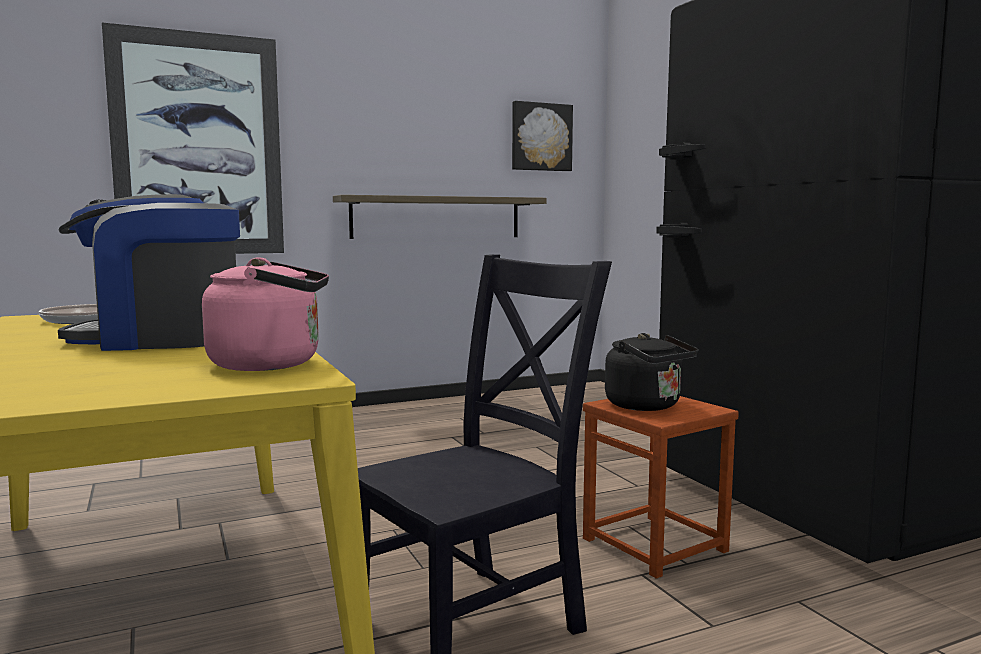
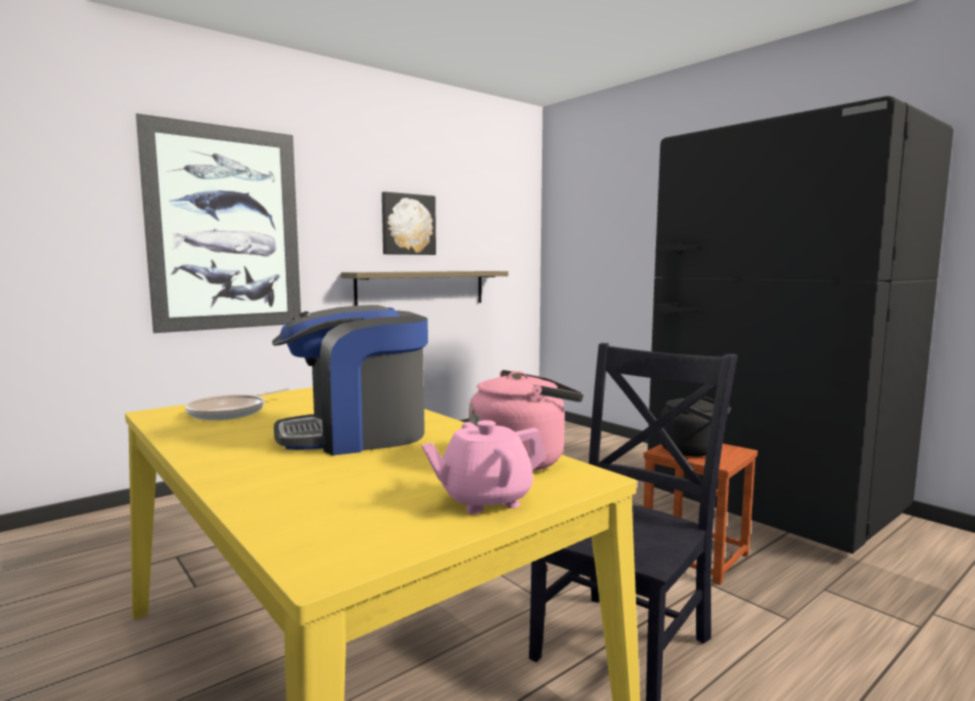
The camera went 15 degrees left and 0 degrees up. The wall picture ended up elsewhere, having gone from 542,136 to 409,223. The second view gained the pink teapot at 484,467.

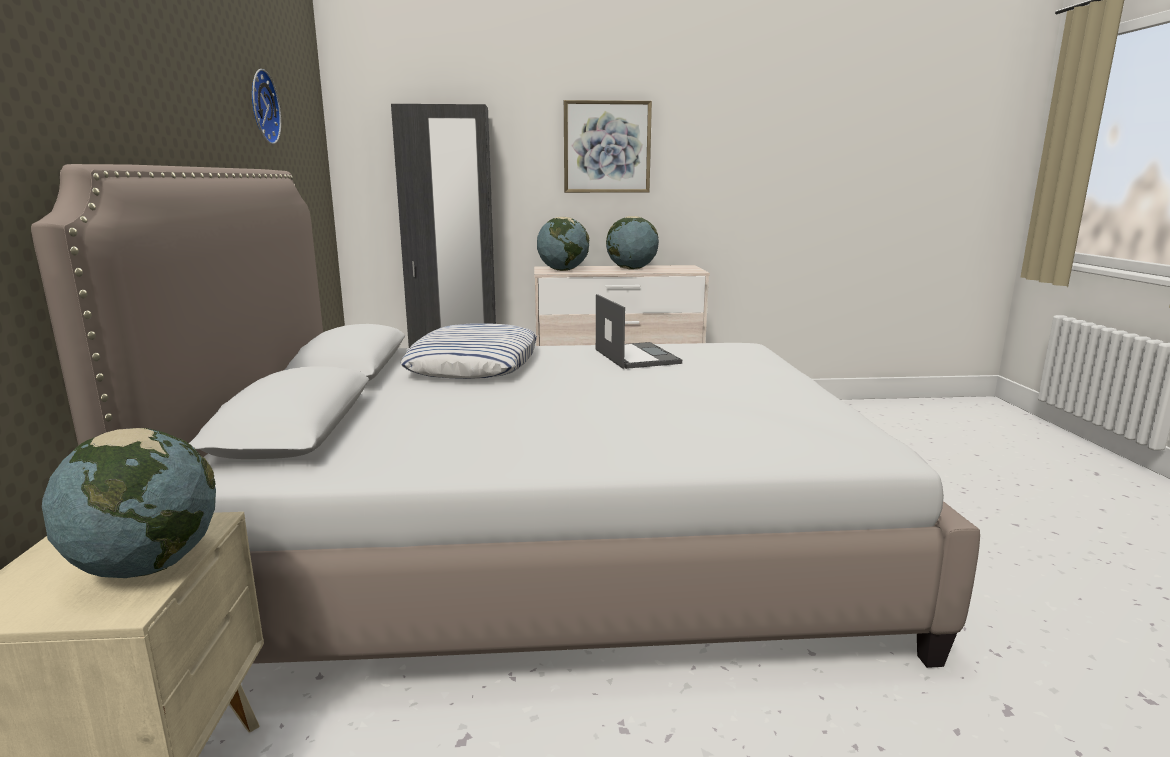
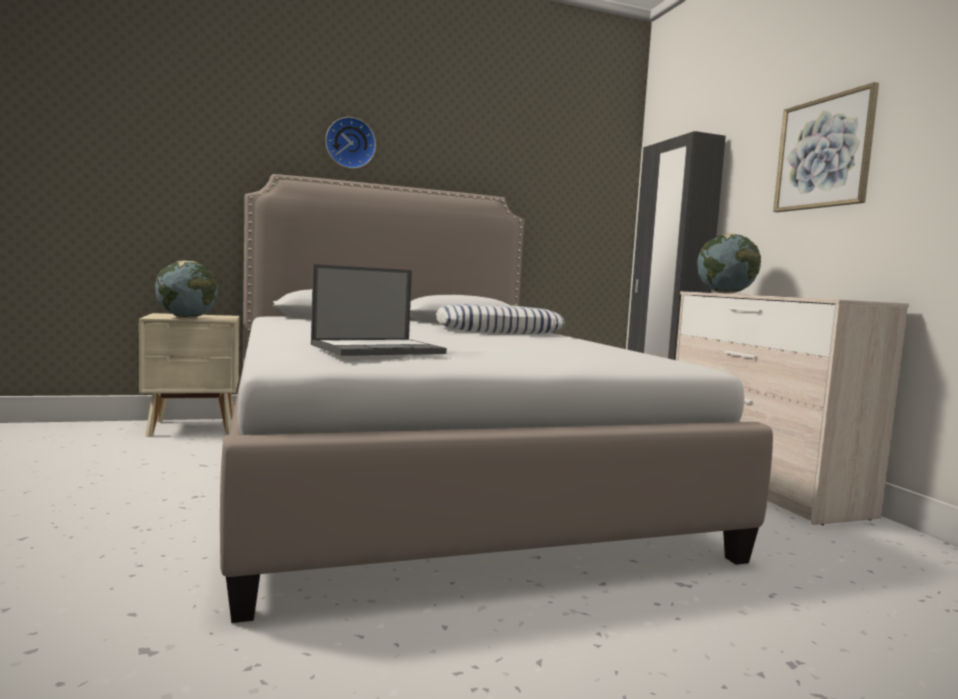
The camera went 75 degrees right and 10 degrees down. The clock on the wall ended up elsewhere, having gone from 266,106 to 350,143. The second view lost the world globe at 632,243. The portable computer ended up elsewhere, having gone from 639,331 to 379,310.

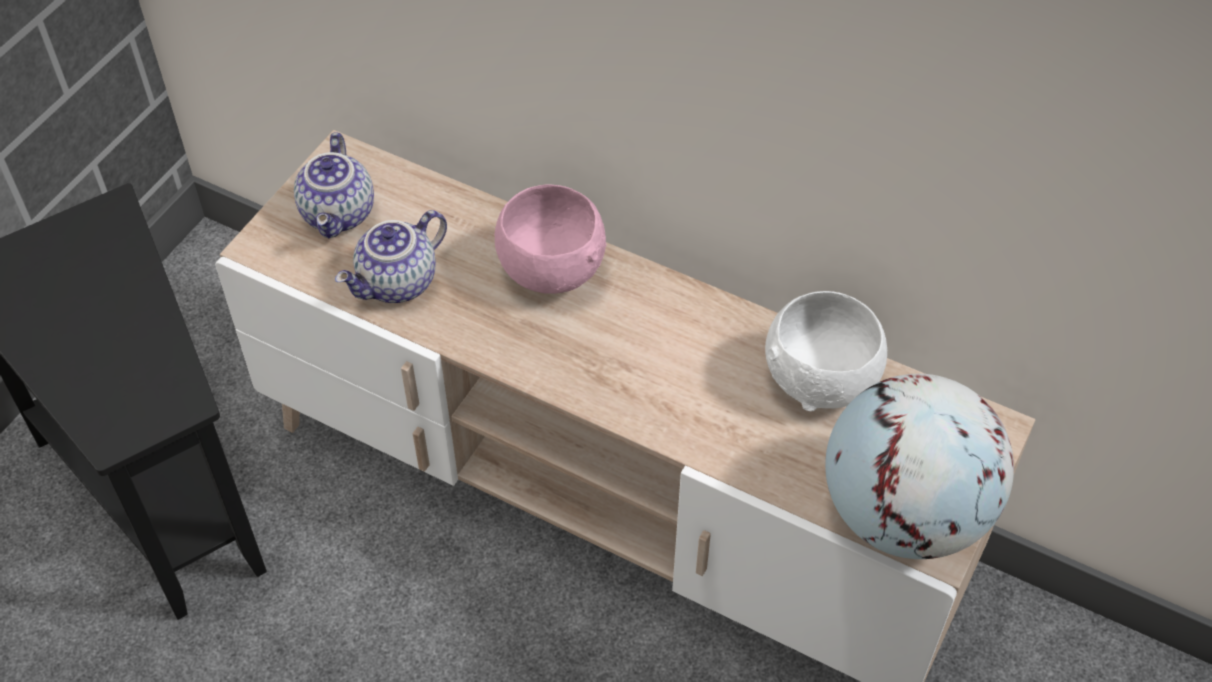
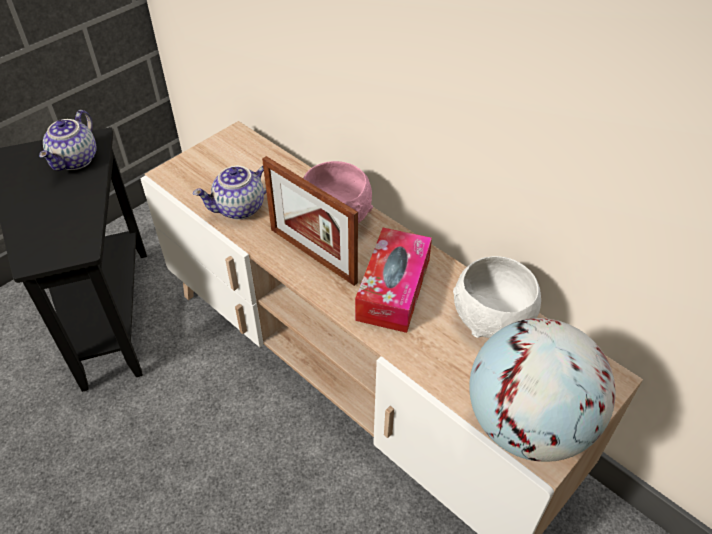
The camera went 15 degrees right and 5 degrees down. The teapot ended up elsewhere, having gone from 334,185 to 67,140. The second view gained the picture frame at 310,221. The second view gained the tissue holder at 393,280.

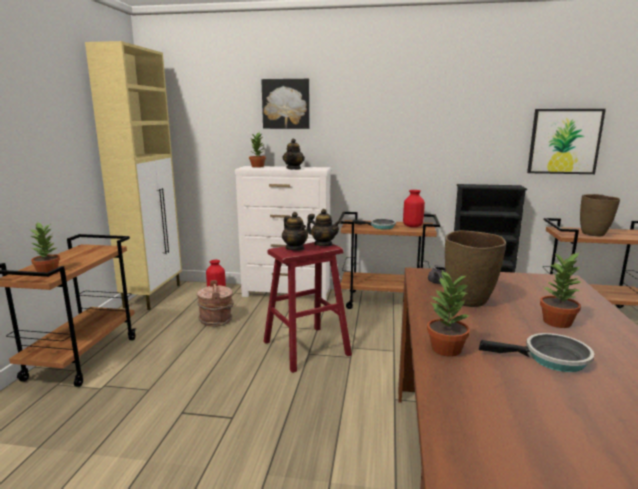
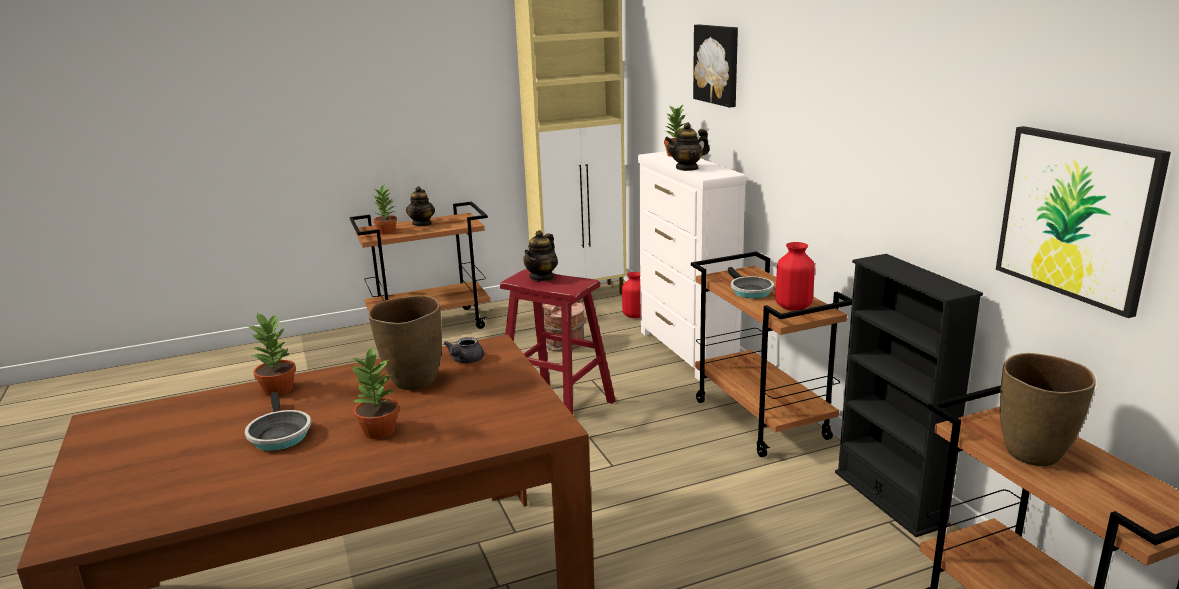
The camera went 60 degrees right and 5 degrees up. The teapot ended up elsewhere, having gone from 323,227 to 420,206.

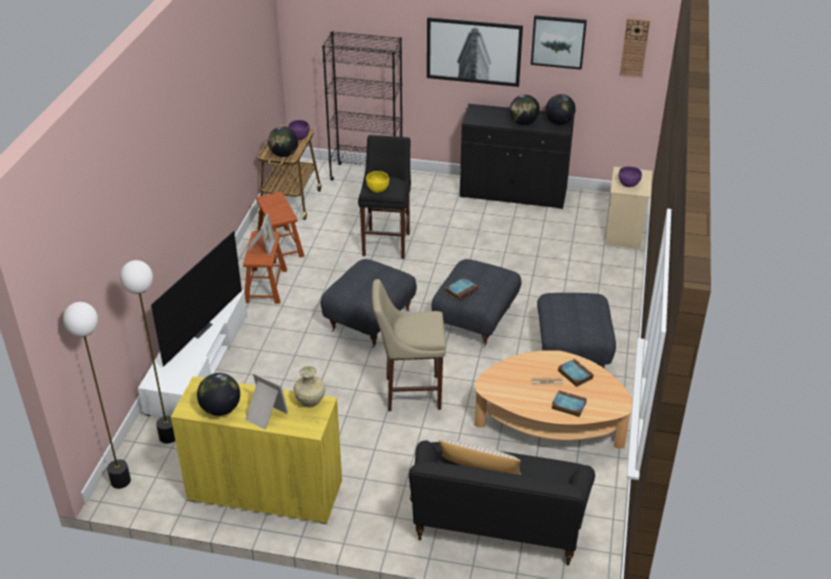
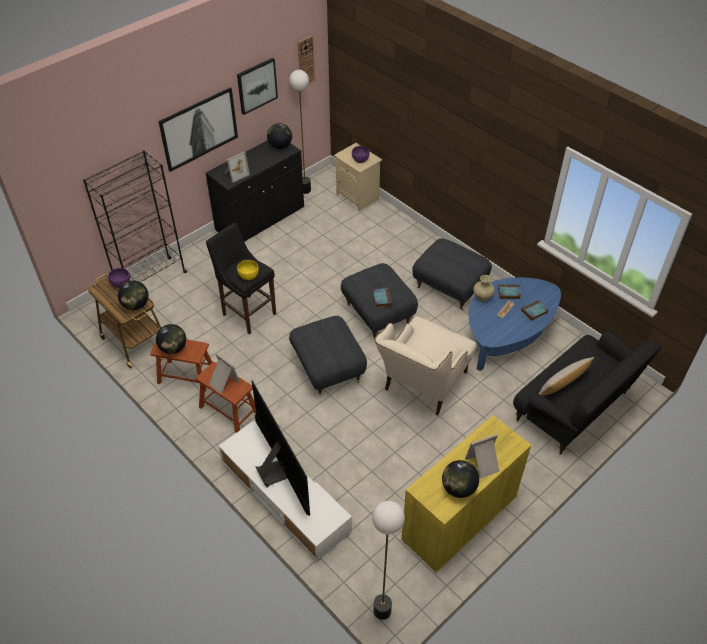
The camera went 55 degrees left and 10 degrees up. The world globe ended up elsewhere, having gone from 525,110 to 171,339. The standard lamp ended up elsewhere, having gone from 147,352 to 300,132. Where the sand-coloured sitting stool stood at 409,345, the sand-coloured easy chair came to stand at 426,366. What was the sand-coloured lounge table at 553,399 turned into the blue-coloured lounge table at 514,324. The sand-coloured decorative vase ended up elsewhere, having gone from 309,386 to 484,288. The second view gained the picture frame at 237,167.

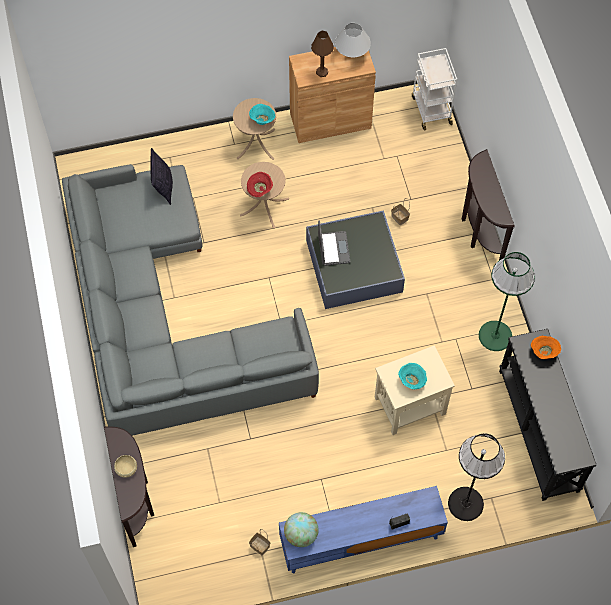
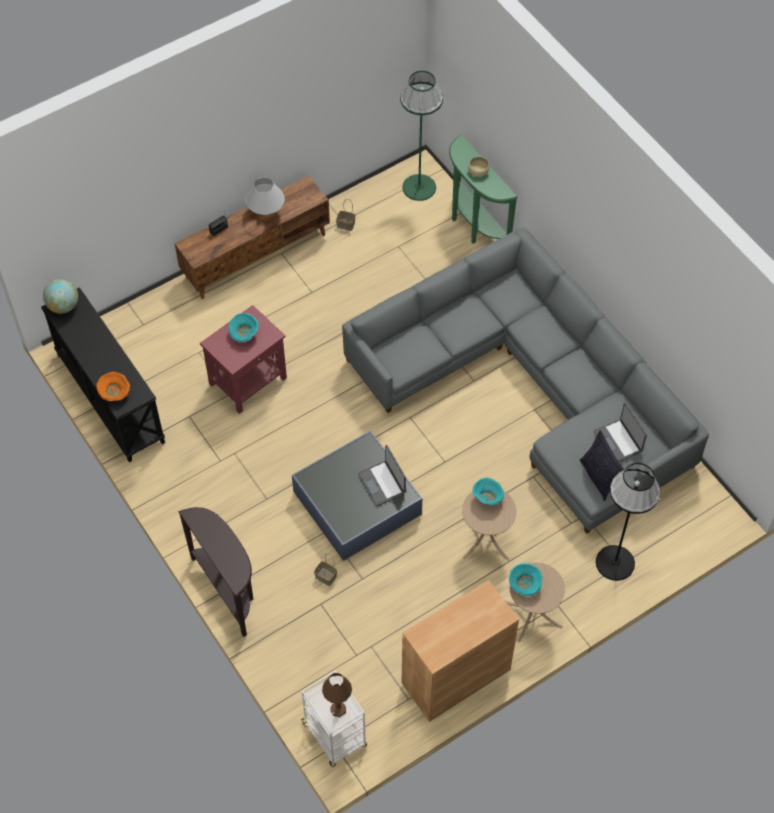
The camera went 160 degrees right and 5 degrees down. The white-coloured tabletop lamp ended up elsewhere, having gone from 353,40 to 265,196. The brownish tabletop lamp ended up elsewhere, having gone from 322,54 to 337,695. What was the reddish serving bowl at 260,184 turned into the turquoise-coloured serving bowl at 488,491. The greenish standard lamp ended up elsewhere, having gone from 507,301 to 421,136. What was the sand-coloured end table at 415,390 turned into the reddish end table at 243,359. What was the brownish hall table at 129,486 turned into the greenish hall table at 483,189. The black standard lamp ended up elsewhere, having gone from 476,477 to 628,522. What was the blue-coloured tv unit at 363,529 turned into the brownish tv unit at 252,237. The world globe ended up elsewhere, having gone from 301,529 to 60,296. The second view gained the portable computer at 620,432.

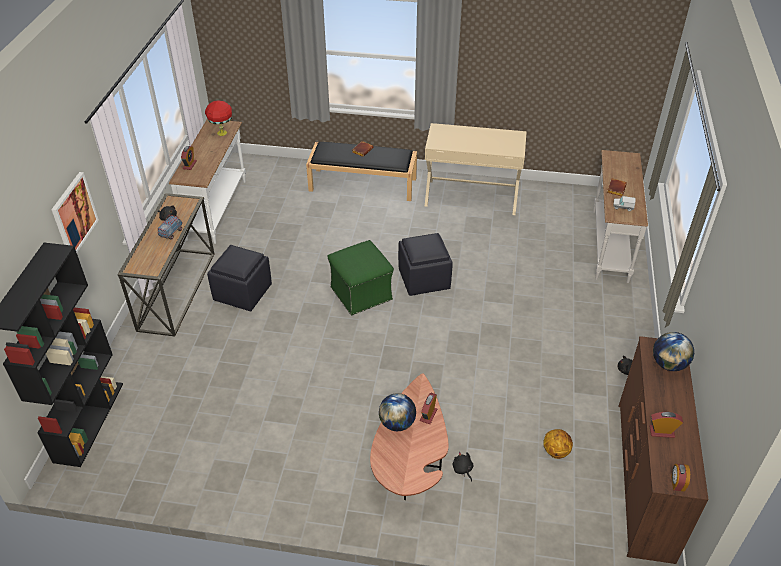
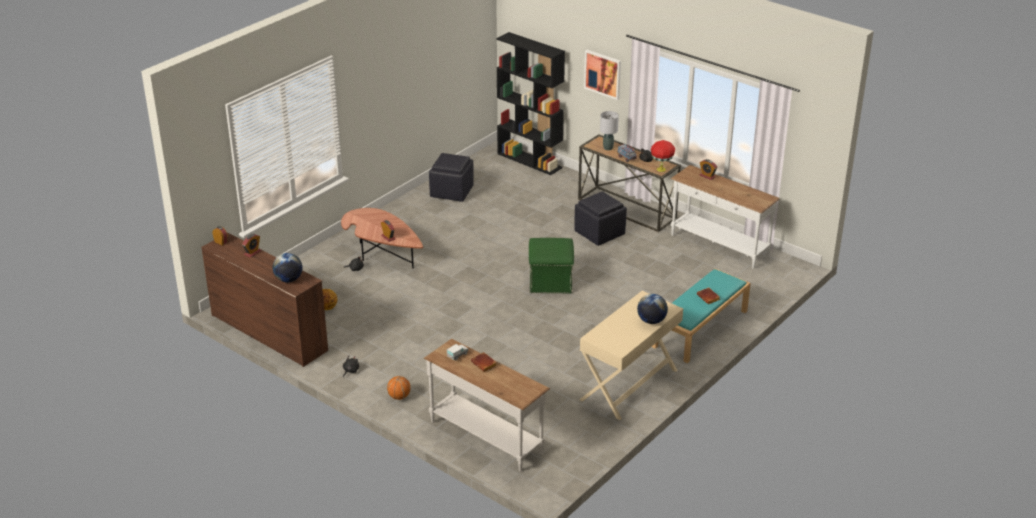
The camera went 120 degrees right and 10 degrees down. The reddish tabletop lamp ended up elsewhere, having gone from 218,118 to 663,156. What was the black bench at 361,171 turned into the turquoise-coloured bench at 701,315. The black footrest ended up elsewhere, having gone from 425,264 to 451,177. The world globe ended up elsewhere, having gone from 397,412 to 652,309. The second view gained the greyish tabletop lamp at 609,130. The second view gained the basketball at 399,388.

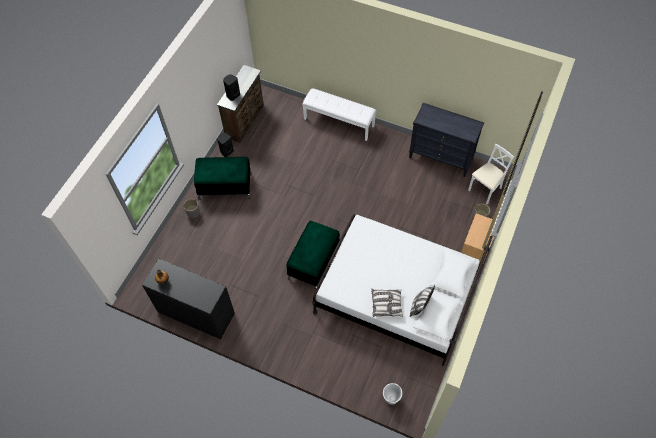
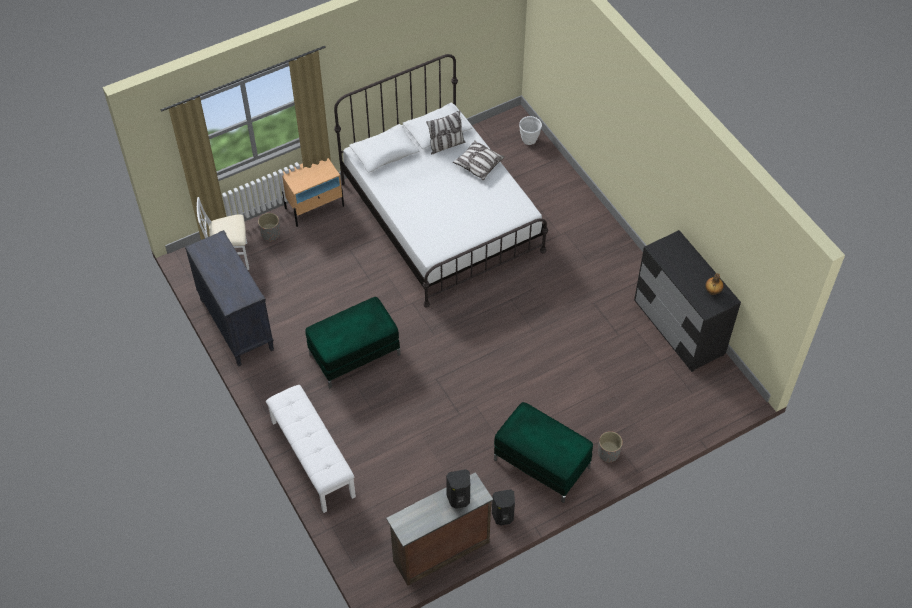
The camera went 145 degrees left and 5 degrees down. The greenish footrest ended up elsewhere, having gone from 313,254 to 352,342.

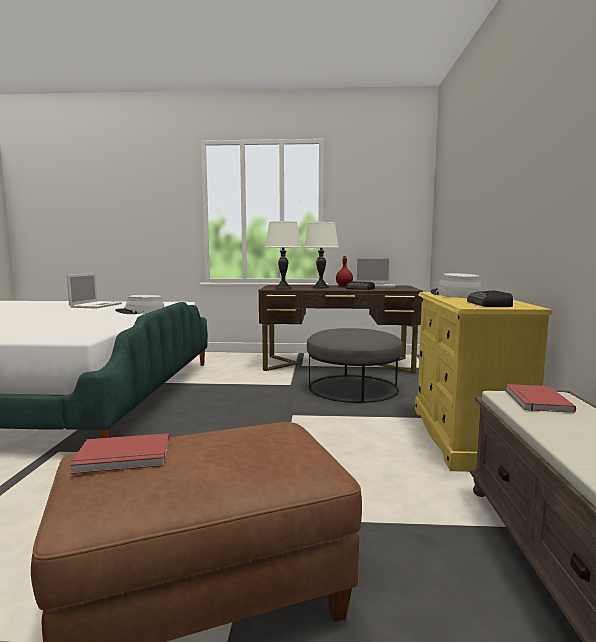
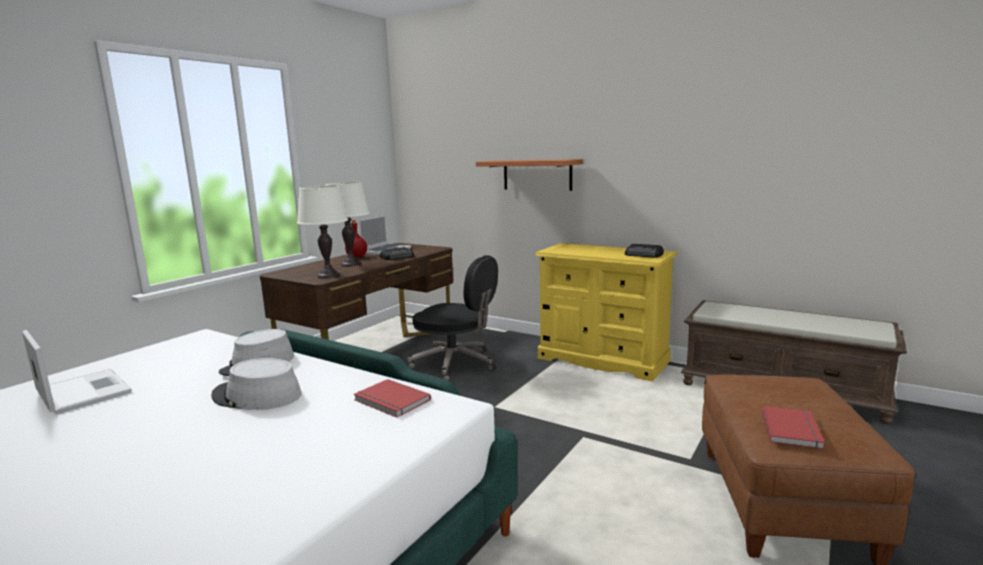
The camera went 60 degrees left and 5 degrees up. The greyish wearable hat ended up elsewhere, having gone from 456,285 to 256,384. Where the greyish footrest stood at 355,365, the black desk chair came to stand at 452,318. The reddish volume ended up elsewhere, having gone from 541,398 to 392,398. The second view gained the wall shelf at 529,175.

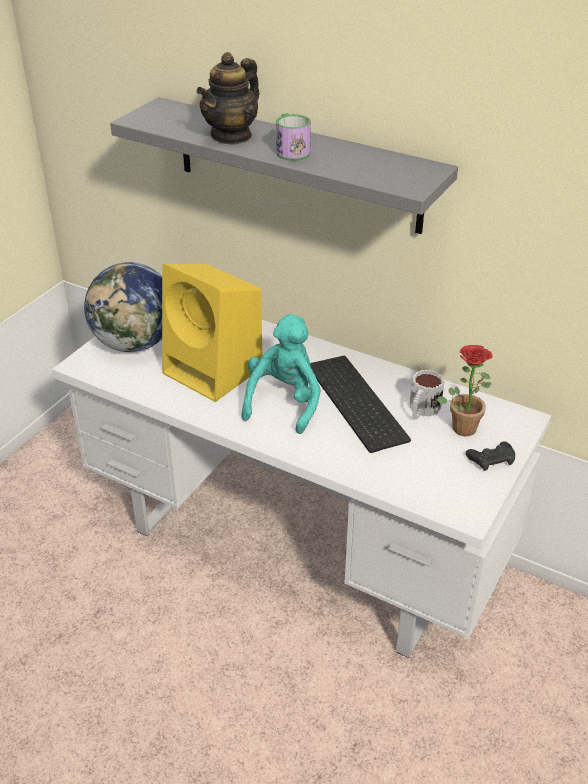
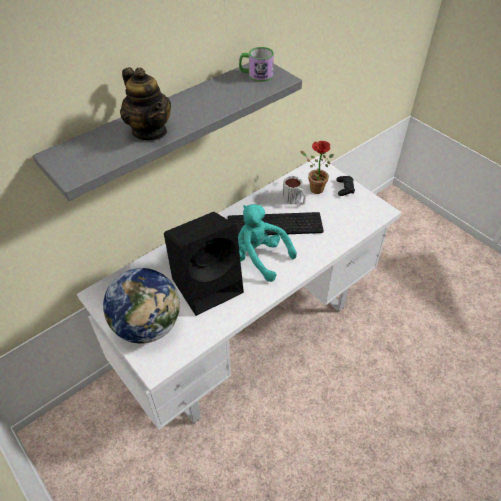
The camera went 70 degrees left and 10 degrees up. The tea mug ended up elsewhere, having gone from 293,137 to 256,64. What was the yellow-coloured loudspeaker at 212,333 turned into the black loudspeaker at 204,264.

